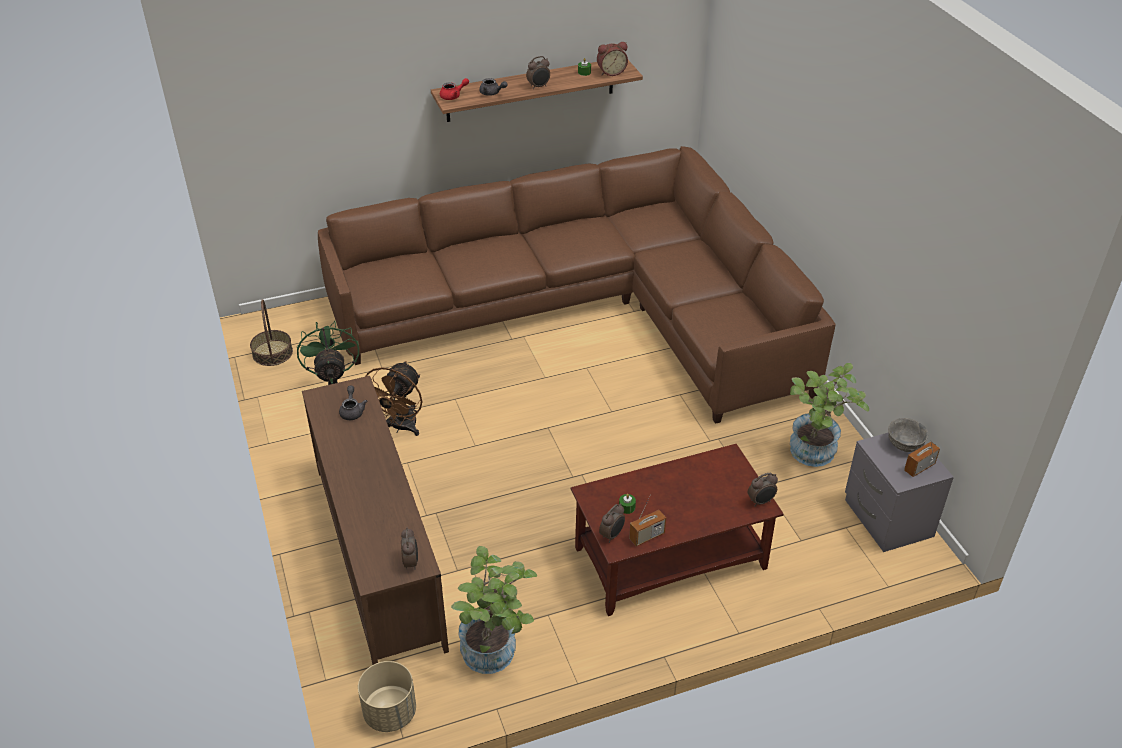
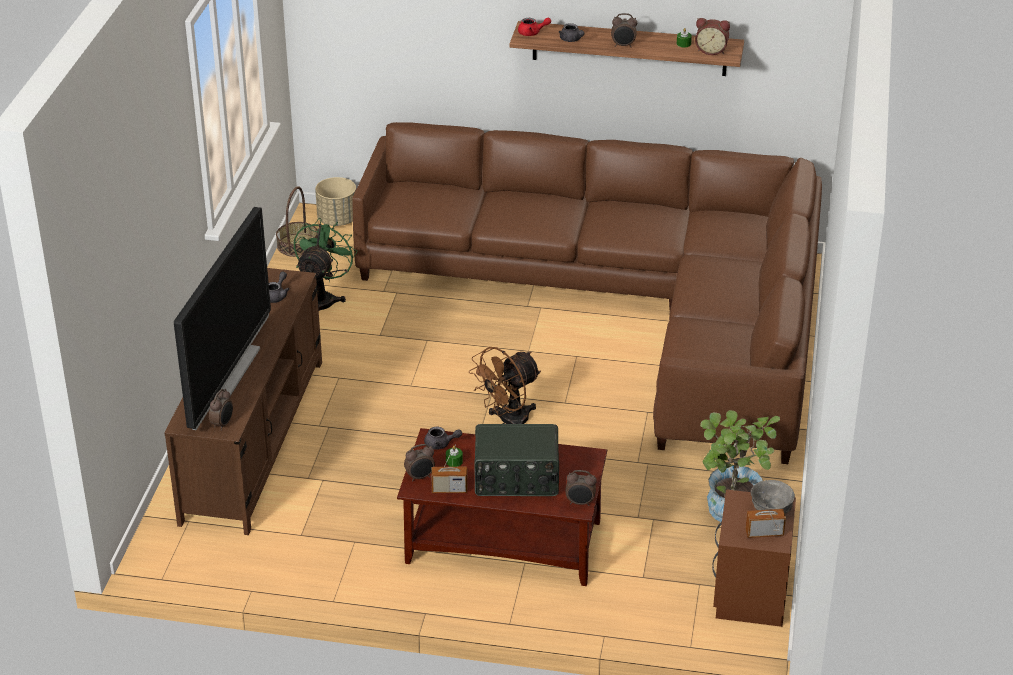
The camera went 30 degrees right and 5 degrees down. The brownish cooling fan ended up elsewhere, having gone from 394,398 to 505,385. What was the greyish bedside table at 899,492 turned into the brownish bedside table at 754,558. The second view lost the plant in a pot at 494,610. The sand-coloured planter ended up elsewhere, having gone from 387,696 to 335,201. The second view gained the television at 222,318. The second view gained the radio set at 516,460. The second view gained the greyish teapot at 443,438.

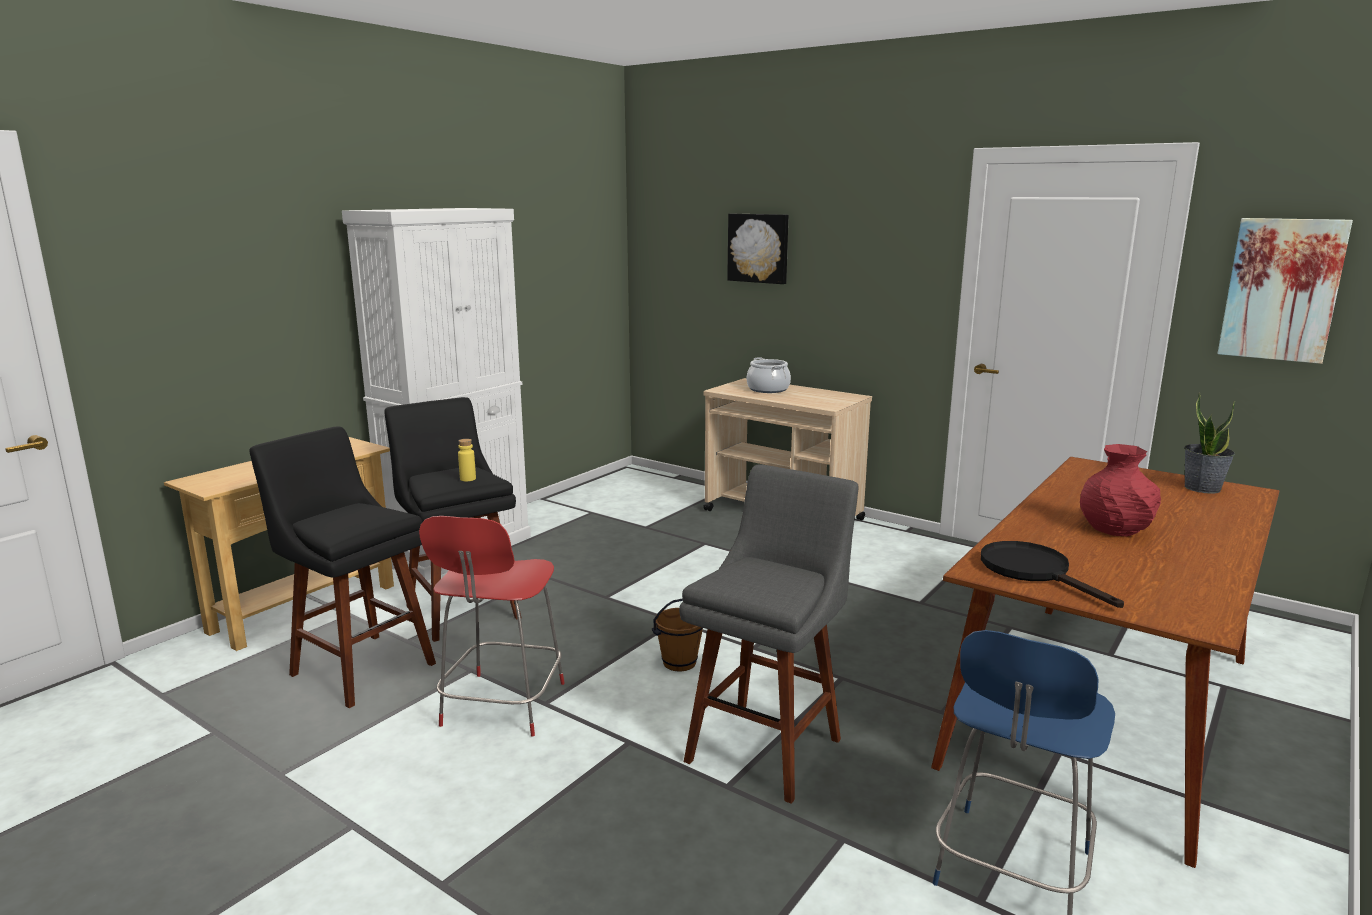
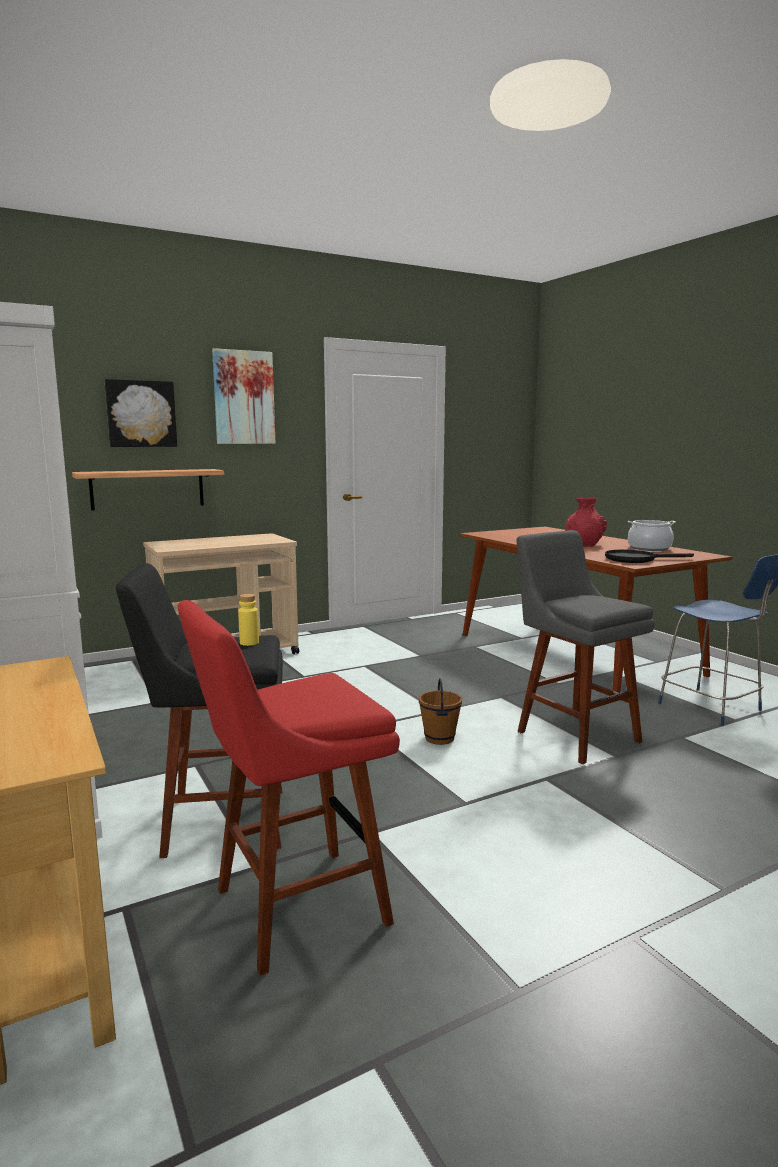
The camera went 65 degrees left and 5 degrees down. The wall picture ended up elsewhere, having gone from 1285,291 to 243,396. The cooking pot ended up elsewhere, having gone from 769,375 to 652,535. The second view lost the plant in a pot at 1209,443. What was the black sitting stool at 342,567 turned into the reddish sitting stool at 289,788. The second view lost the reddish chair at 492,626. The second view gained the wall shelf at 148,489.

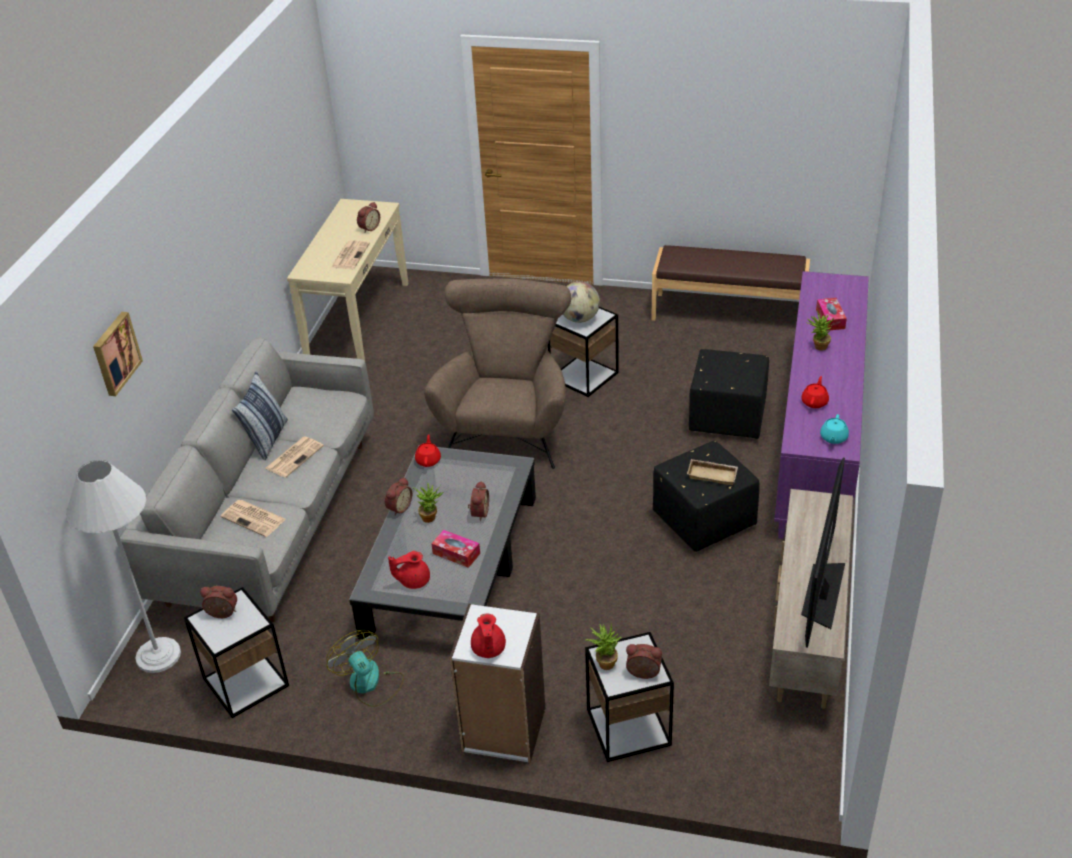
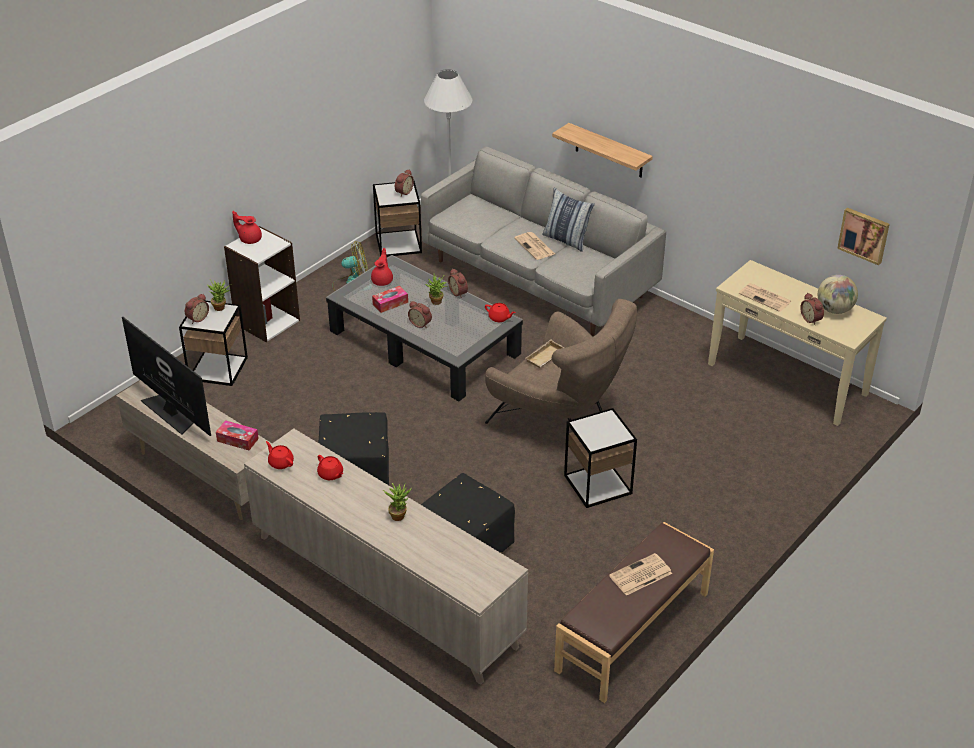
The camera went 115 degrees right and 0 degrees up. What was the purple storage cabinet at 821,405 turned into the sand-coloured storage cabinet at 386,556. The world globe ended up elsewhere, having gone from 581,302 to 838,294. The tissue holder ended up elsewhere, having gone from 831,314 to 237,435. The wall picture ended up elsewhere, having gone from 118,354 to 863,236. What was the turquoise-coloured teapot at 834,429 turned into the reddish teapot at 280,455. The sand-coloured carrying tray ended up elsewhere, having gone from 712,472 to 545,353. The printed paper ended up elsewhere, having gone from 253,518 to 640,574. The second view gained the wall shelf at 602,150.

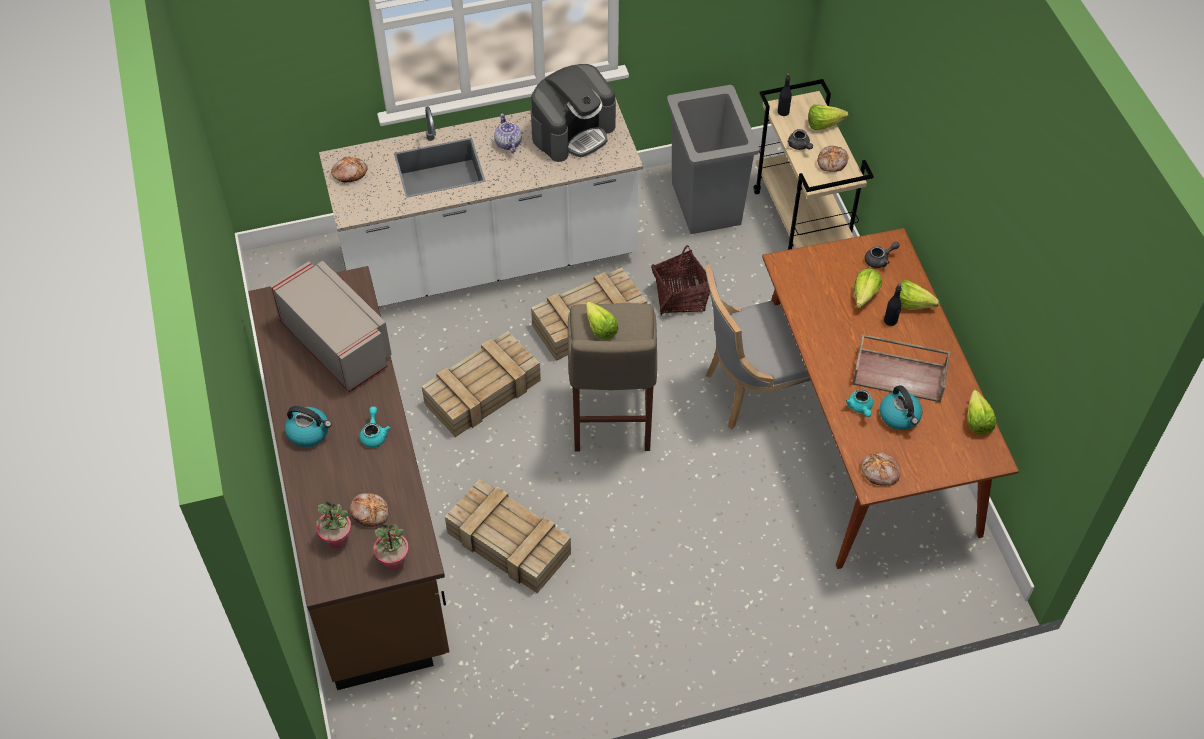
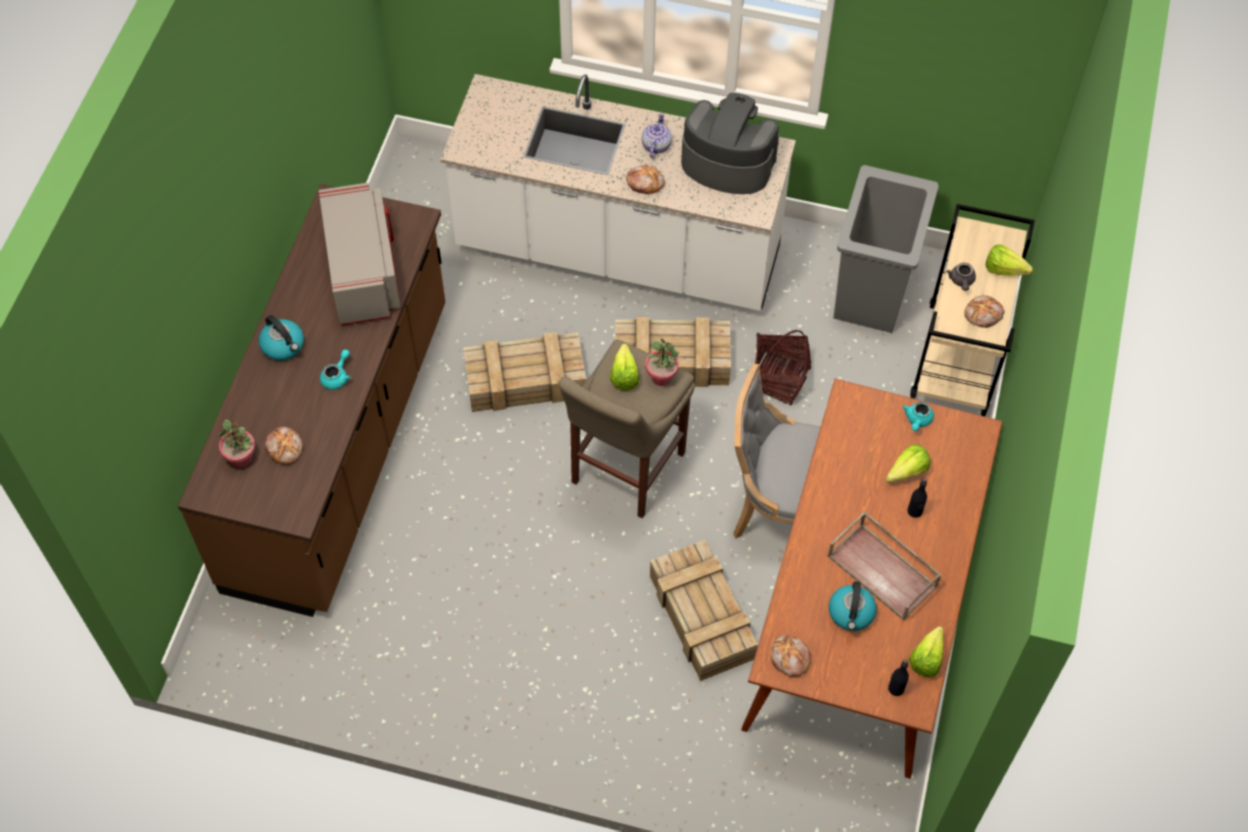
The camera went 30 degrees right and 5 degrees up. The coffee brewer at 573,113 ended up facing another way, 150 degrees counterclockwise from before. The black bottle ended up elsewhere, having gone from 785,94 to 898,677. The baked bread ended up elsewhere, having gone from 349,170 to 645,179. The second view lost the greyish teapot at 882,254. The second view lost the lettuce head at 919,294. The turquoise-coloured teapot ended up elsewhere, having gone from 859,403 to 918,416. The packing crate ended up elsewhere, having gone from 508,536 to 704,610. The plant in a pot ended up elsewhere, having gone from 391,547 to 662,362.

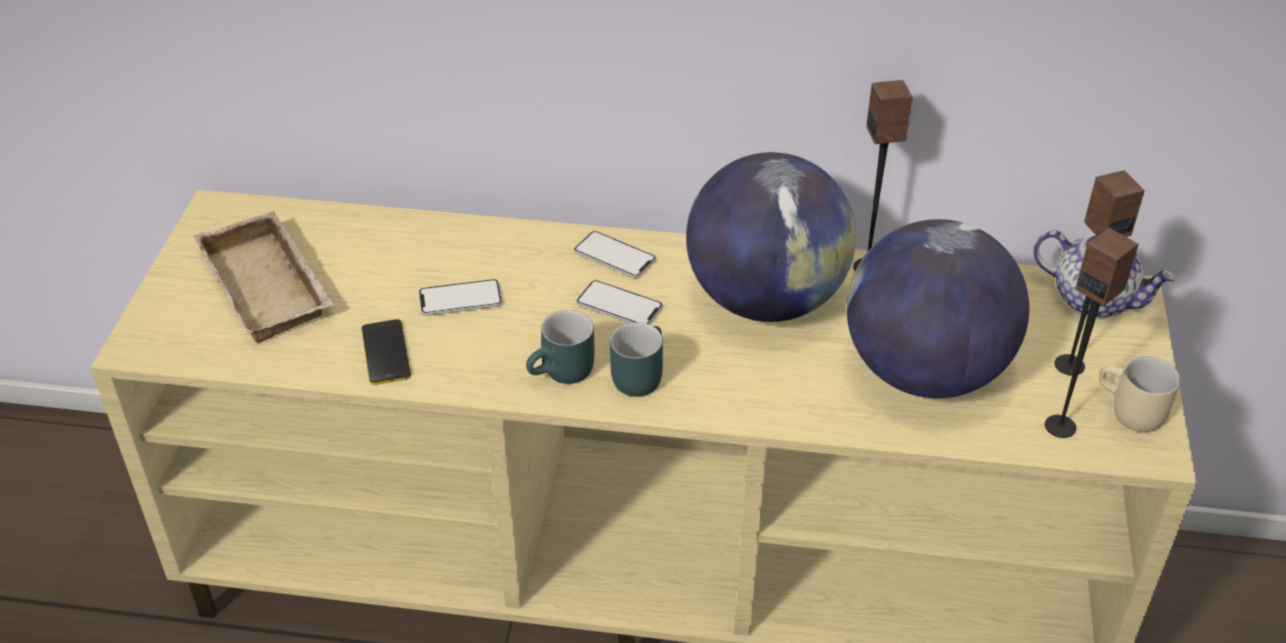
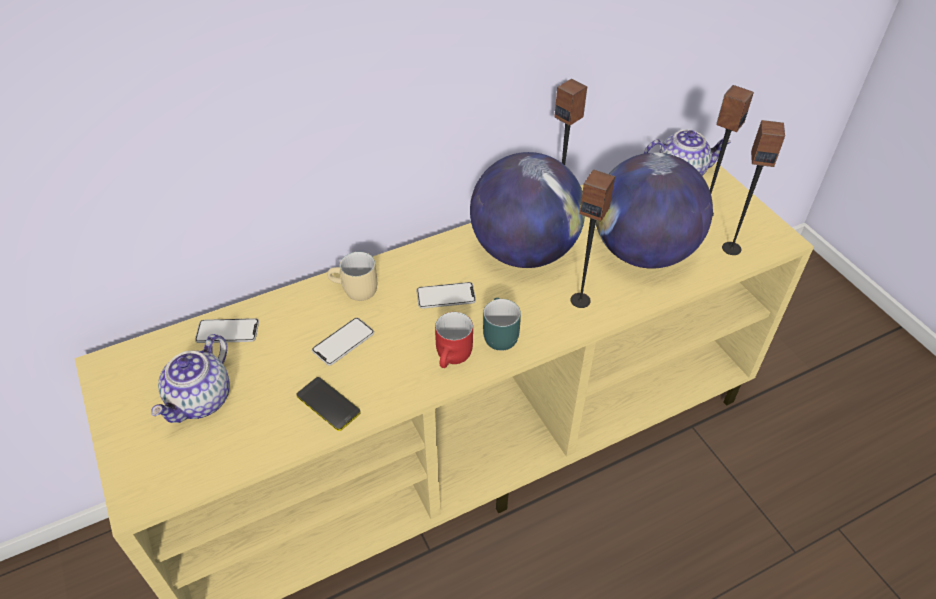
The camera went 35 degrees left and 5 degrees up. Where the sand-coloured carrying tray stood at 264,277, the teapot came to stand at 190,378. The phone ended up elsewhere, having gone from 615,254 to 227,330. What was the turquoise-coloured tea mug at 560,347 turned into the reddish tea mug at 454,340. The sand-coloured tea mug ended up elsewhere, having gone from 1139,394 to 352,276. The second view gained the loudspeaker at 593,238.

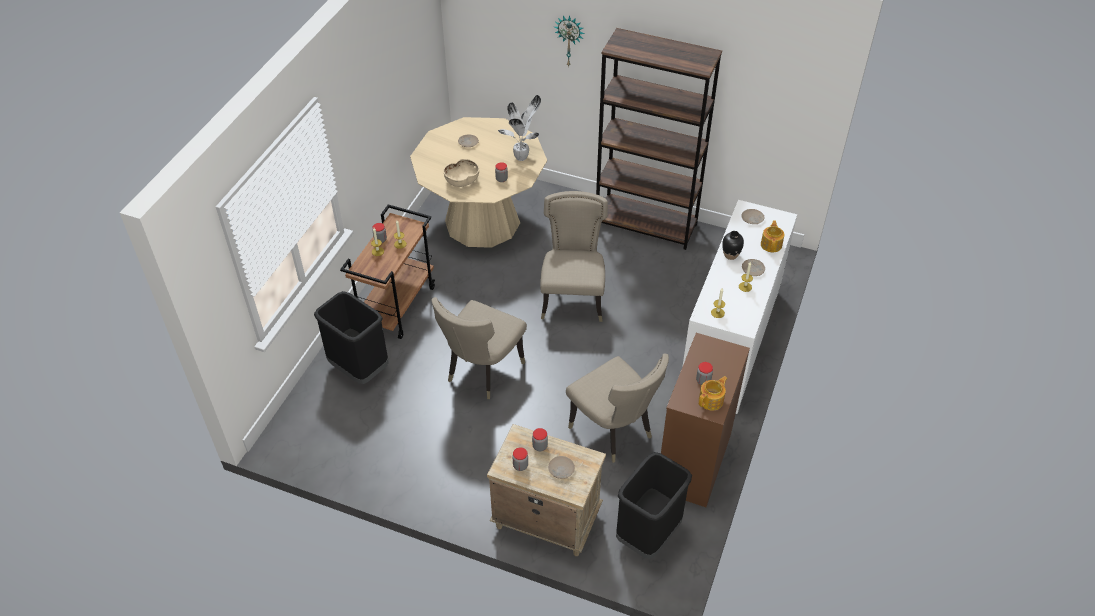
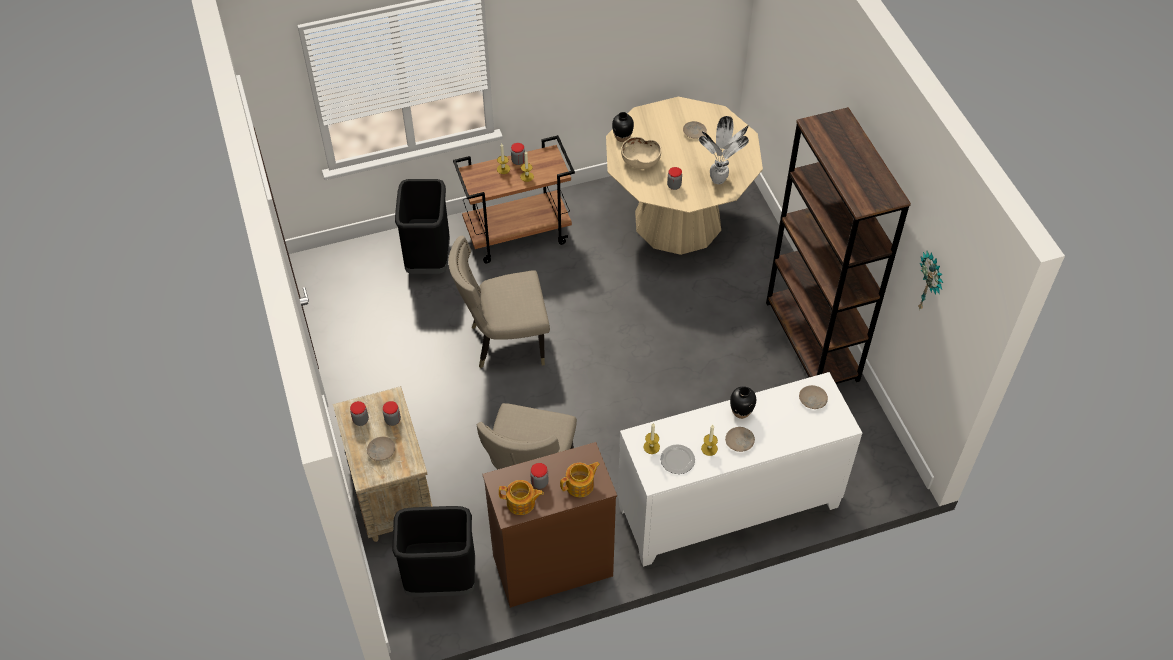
The camera went 50 degrees right and 5 degrees up. The clock on the wall ended up elsewhere, having gone from 569,41 to 930,280. The second view lost the sand-coloured chair at 574,256. The teapot ended up elsewhere, having gone from 773,236 to 580,479. The second view gained the black decorative vase at 623,127. The second view gained the dinner plate at 678,459.

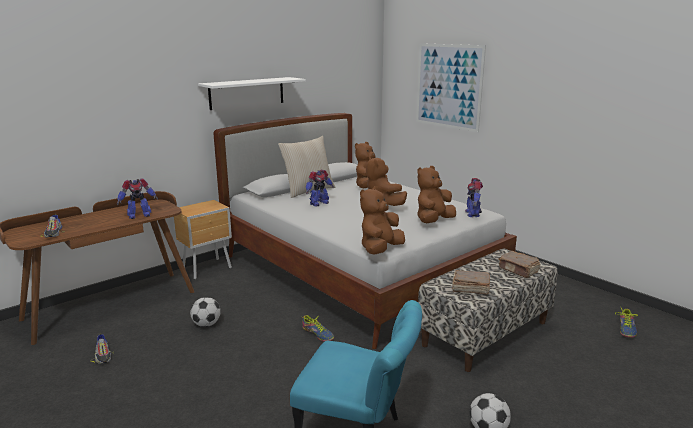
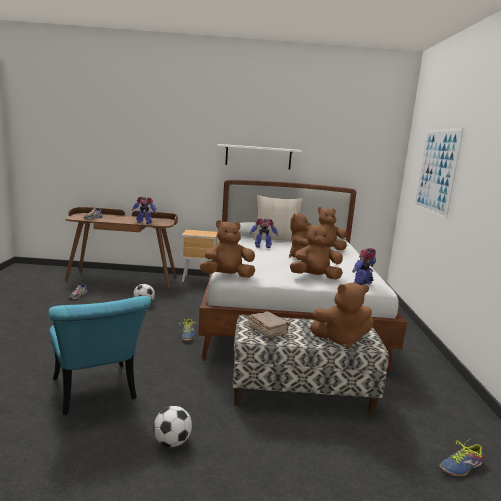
The camera went 40 degrees right and 5 degrees down. Where the brownish volume stood at 519,264, the brownish plush toy came to stand at 342,316.

